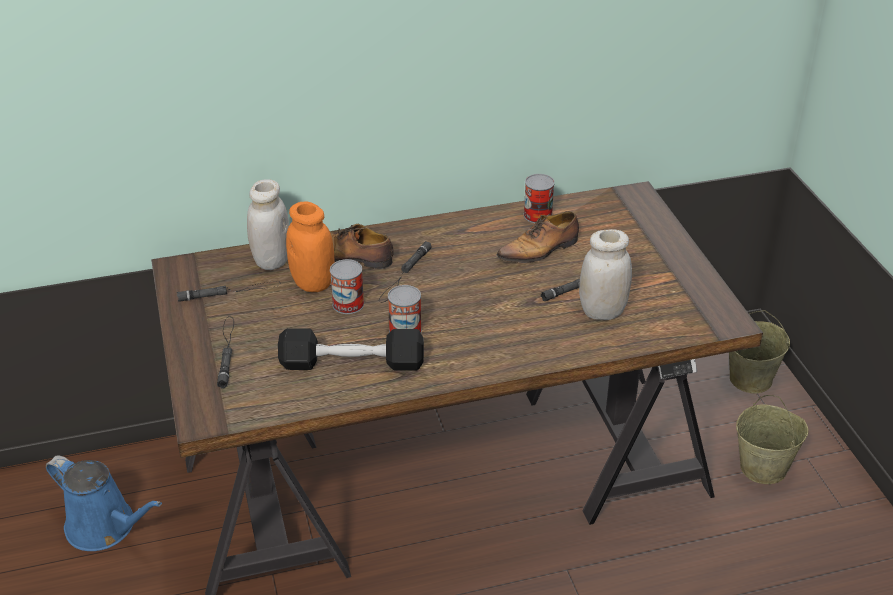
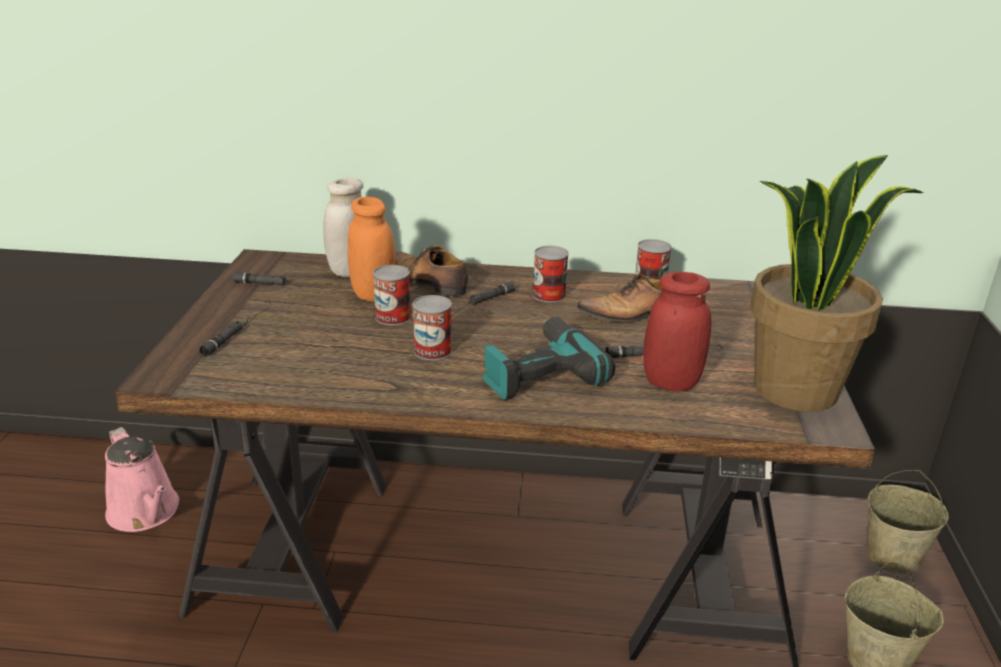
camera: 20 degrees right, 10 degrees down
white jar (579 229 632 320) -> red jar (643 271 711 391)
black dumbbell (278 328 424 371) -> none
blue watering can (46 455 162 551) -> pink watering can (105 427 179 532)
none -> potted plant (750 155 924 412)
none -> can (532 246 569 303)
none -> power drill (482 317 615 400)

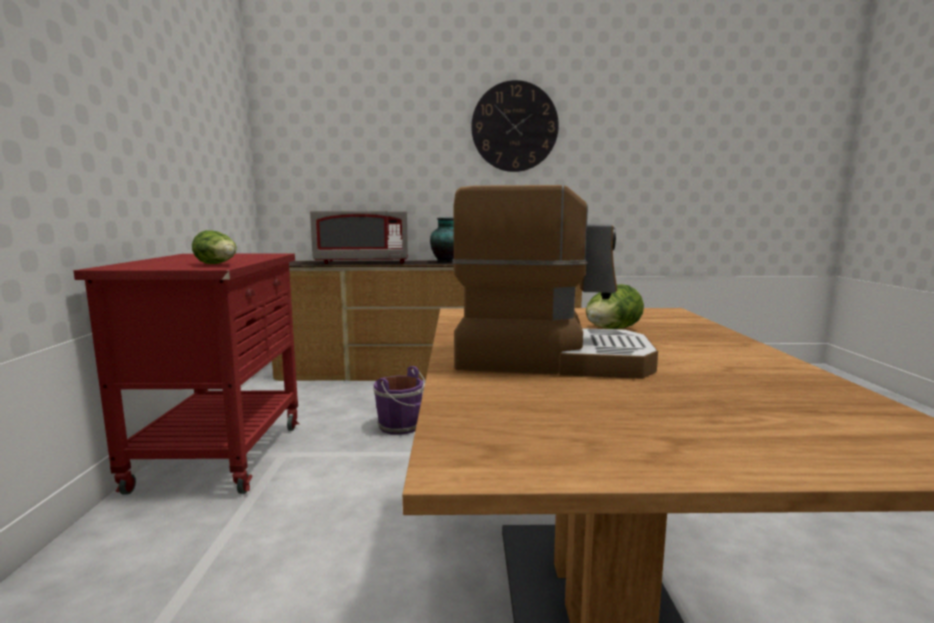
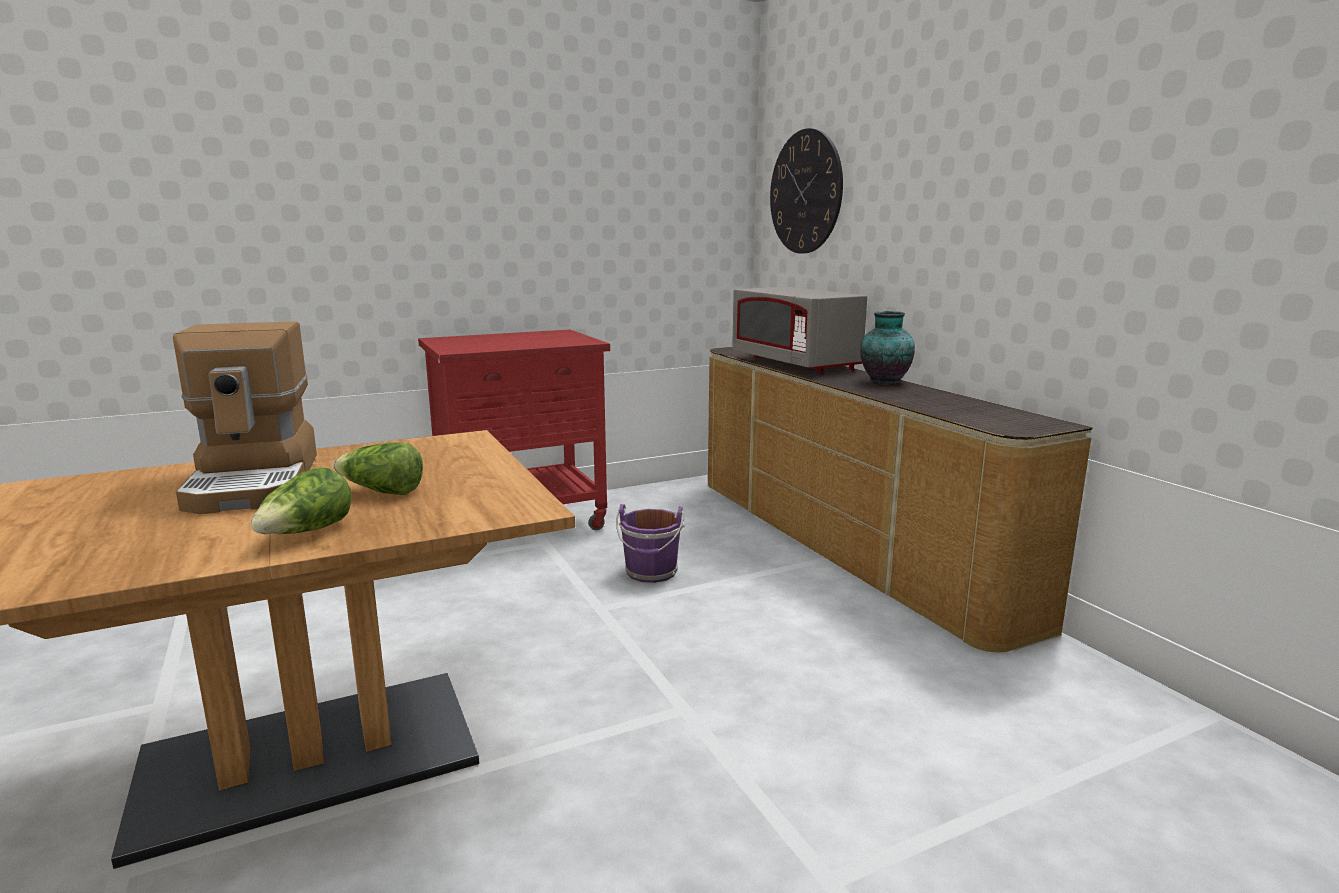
camera: 65 degrees right, 5 degrees up
wall clock (471 80 559 172) -> wall clock (770 128 843 254), move
lettuce (192 230 237 264) -> lettuce (251 467 352 534), move

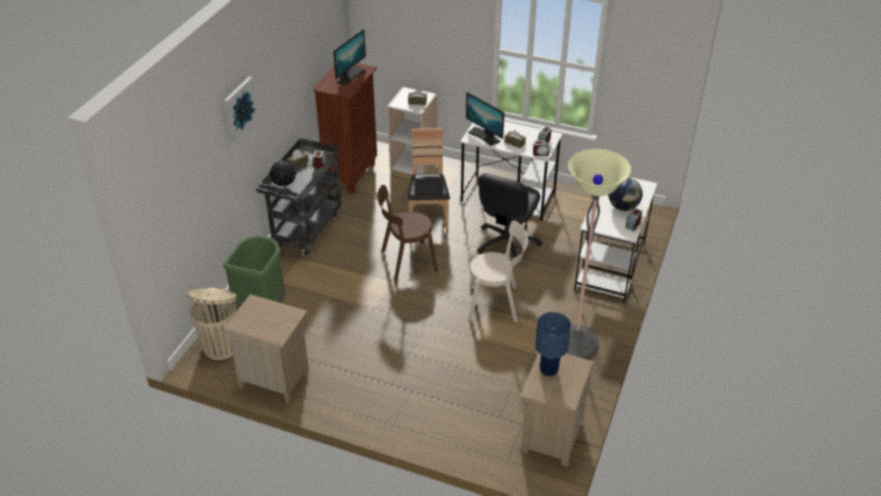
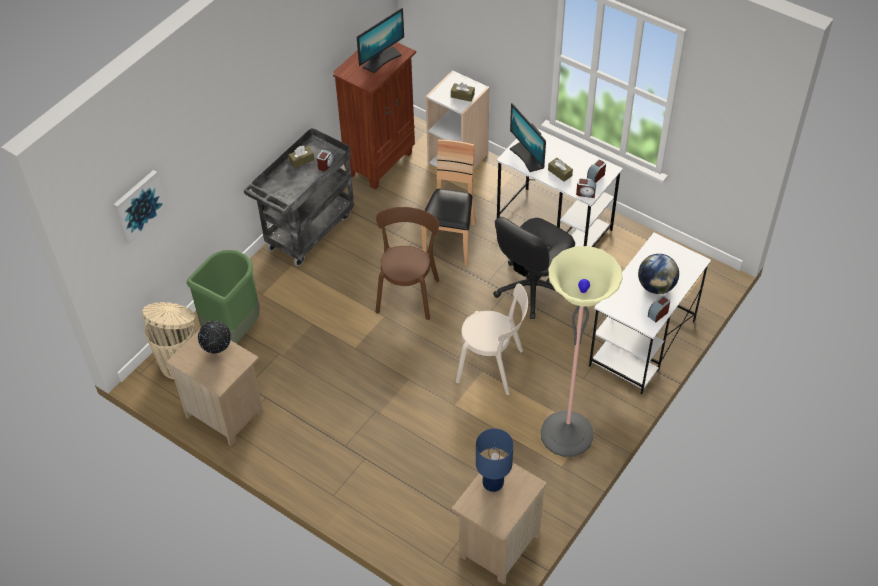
camera: 15 degrees right, 10 degrees up
picture (224 76 258 142) -> picture (113 170 168 245), move
globe (270 161 296 187) -> globe (198 321 231 354), move
brown chair (377 185 438 282) -> brown chair (376 207 439 320), 105 degrees clockwise

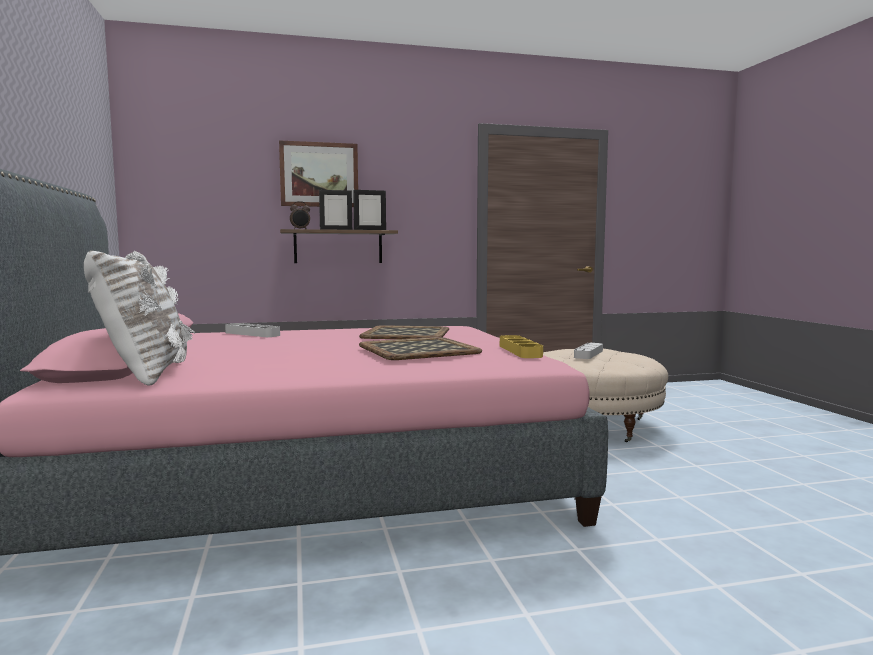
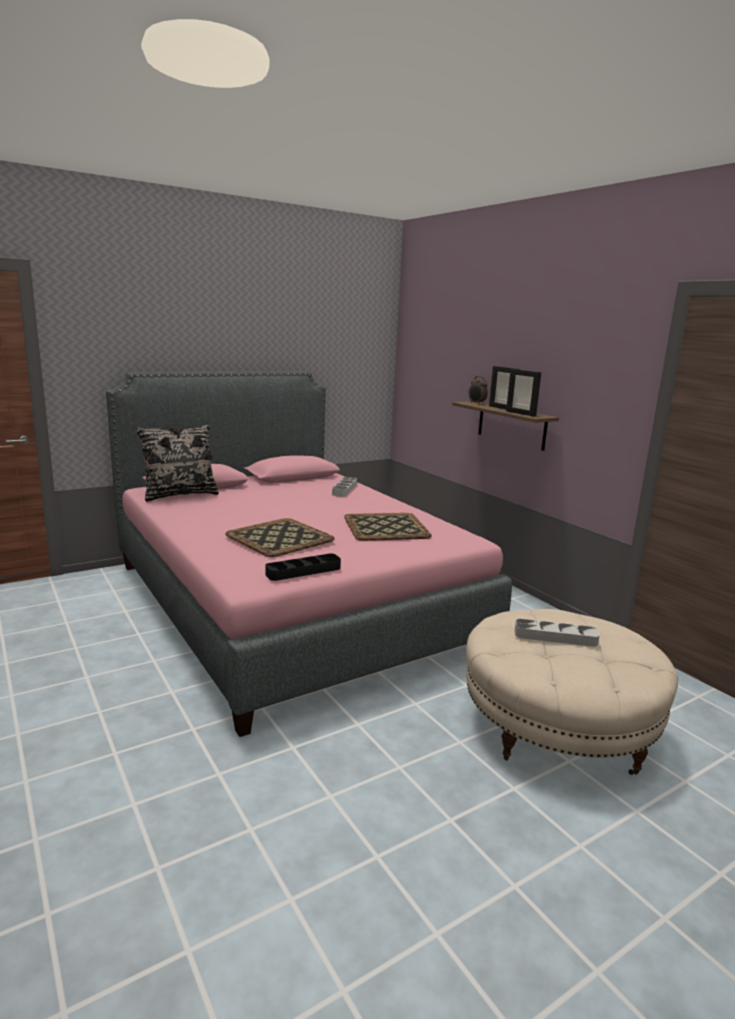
camera: 70 degrees right, 10 degrees up
picture (279 140 358 207) -> none
white pillow (84 251 196 386) -> black pillow (136 424 219 502)
yellow tray (500 335 543 358) -> black tray (265 554 341 581)

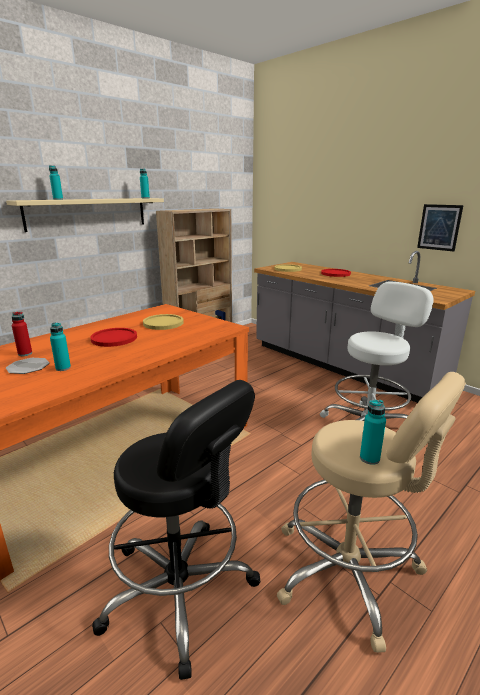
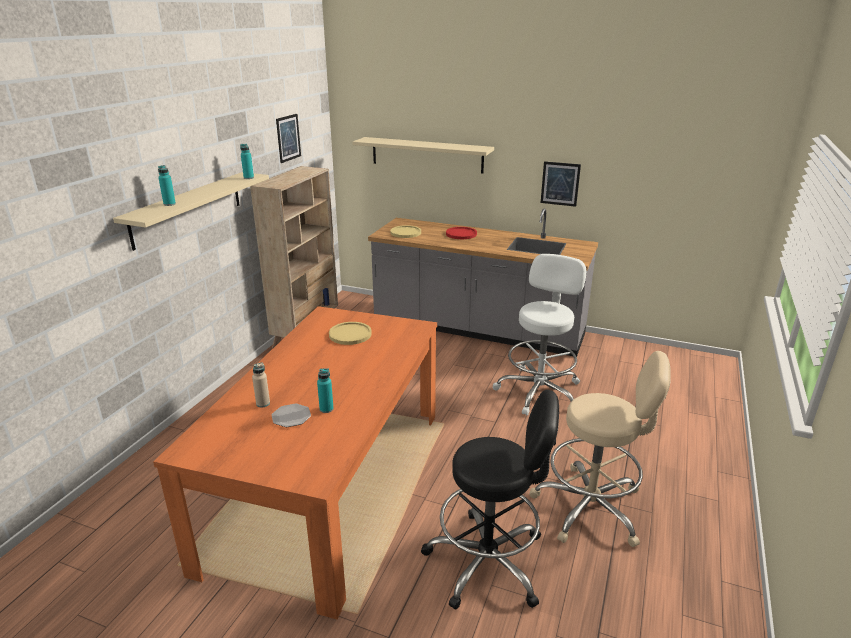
camera: 25 degrees left, 5 degrees up
red bottle (12 312 32 356) -> beige bottle (252 362 270 407)
red plate (90 328 137 347) -> none
turquoise bottle (360 400 386 465) -> none
none -> picture (276 114 301 163)
none -> beige shelf (352 137 494 173)

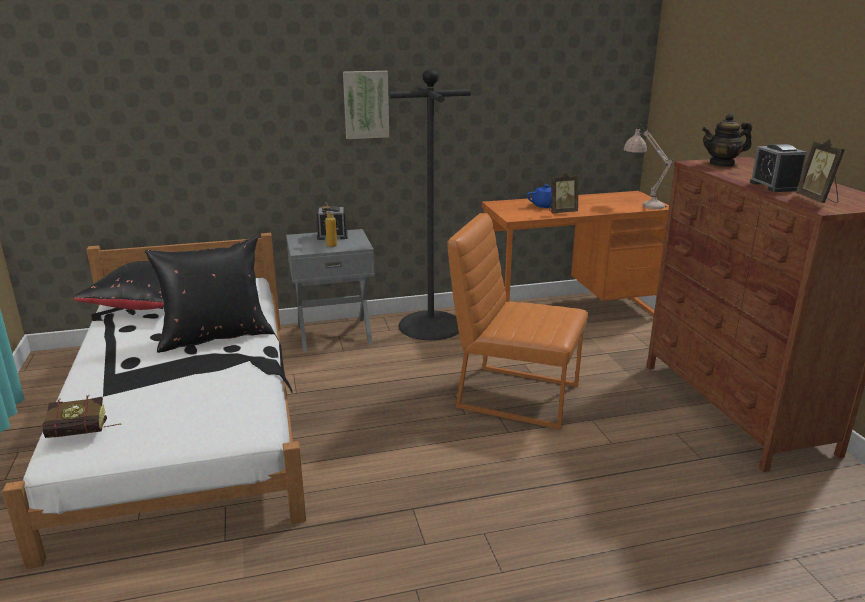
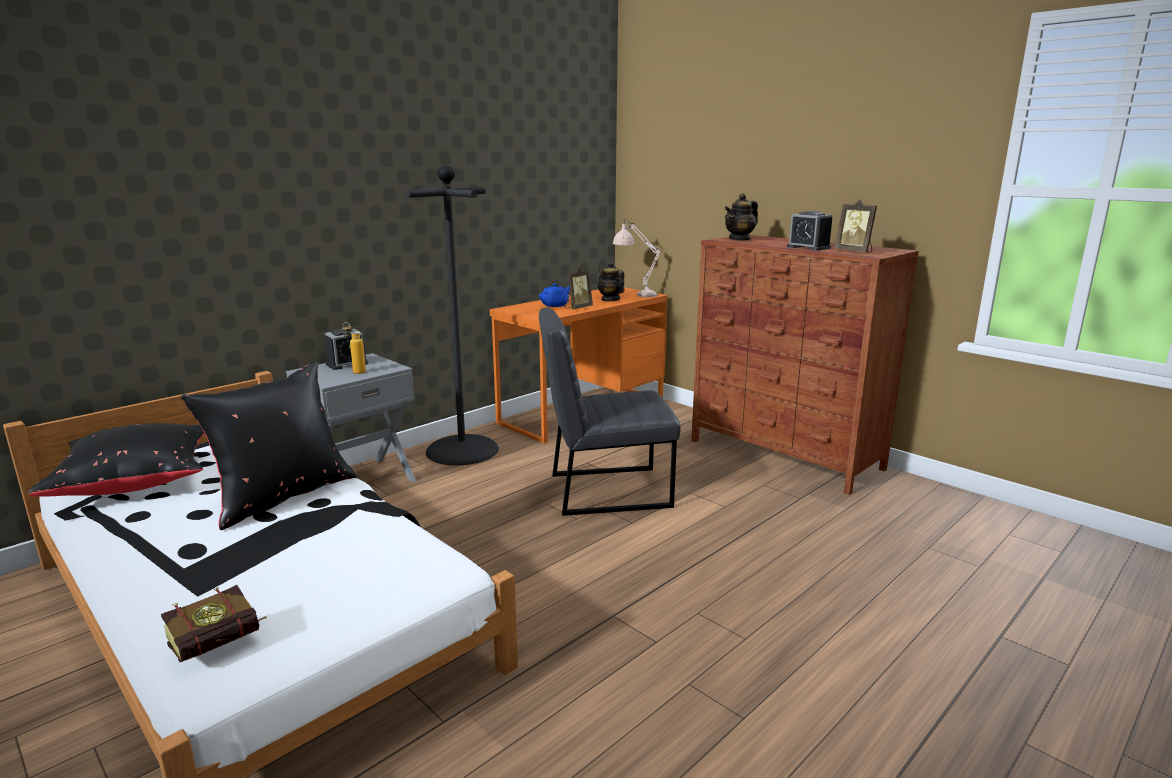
camera: 30 degrees left, 5 degrees down
picture (343 71 389 139) -> none
orange chair (447 213 588 430) -> grey chair (539 307 681 516)
none -> teapot (598 261 625 301)

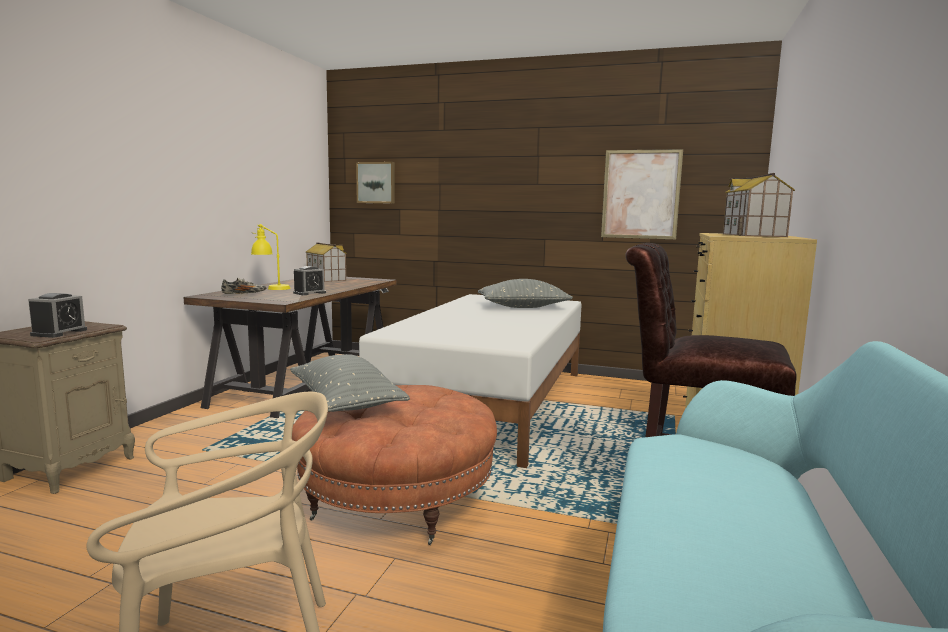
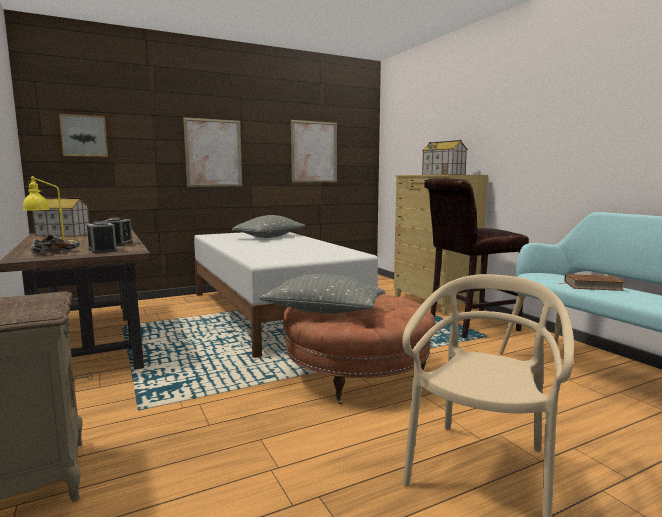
camera: 45 degrees left, 0 degrees up
alarm clock (28 293 87 338) -> alarm clock (87 221 117 254), move
none -> picture (183 117 242 187)
none -> brown book (559 274 626 291)

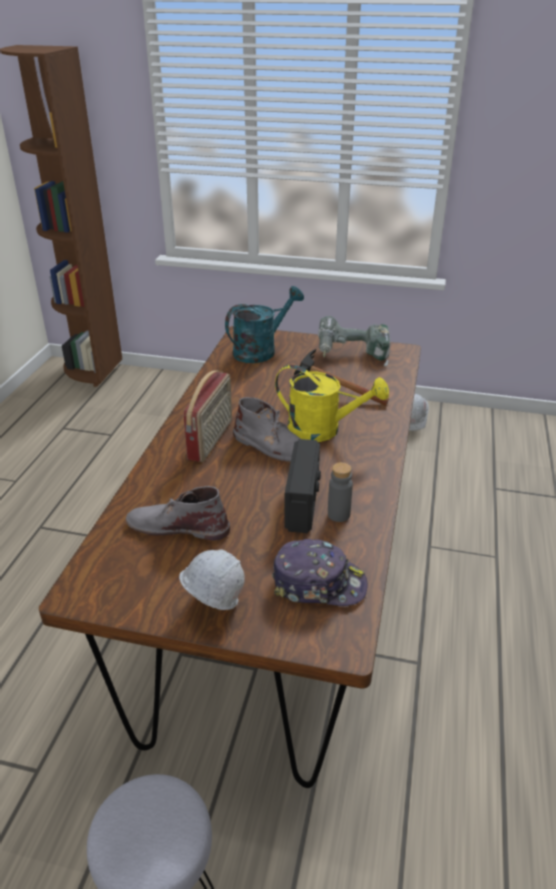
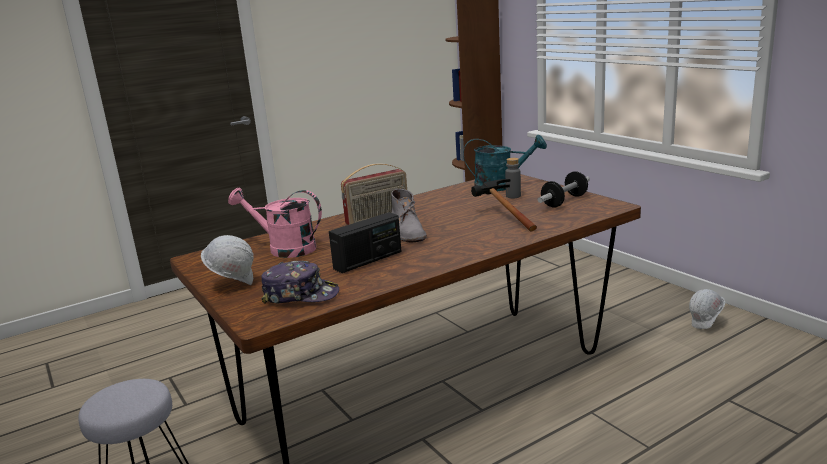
camera: 45 degrees right, 15 degrees down
power drill (318 316 390 367) -> dumbbell (538 171 590 207)
yellow watering can (275 365 389 442) -> none
grey bottle (328 462 353 522) -> grey bottle (505 158 521 198), move
grey boot (126 486 230 541) -> pink watering can (228 188 322 258)
cap (272 539 368 606) -> cap (261 261 339 304), 45 degrees counterclockwise

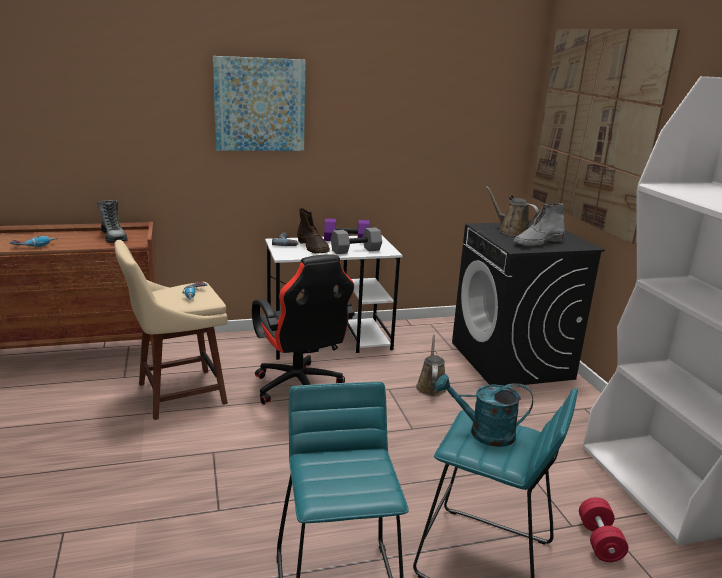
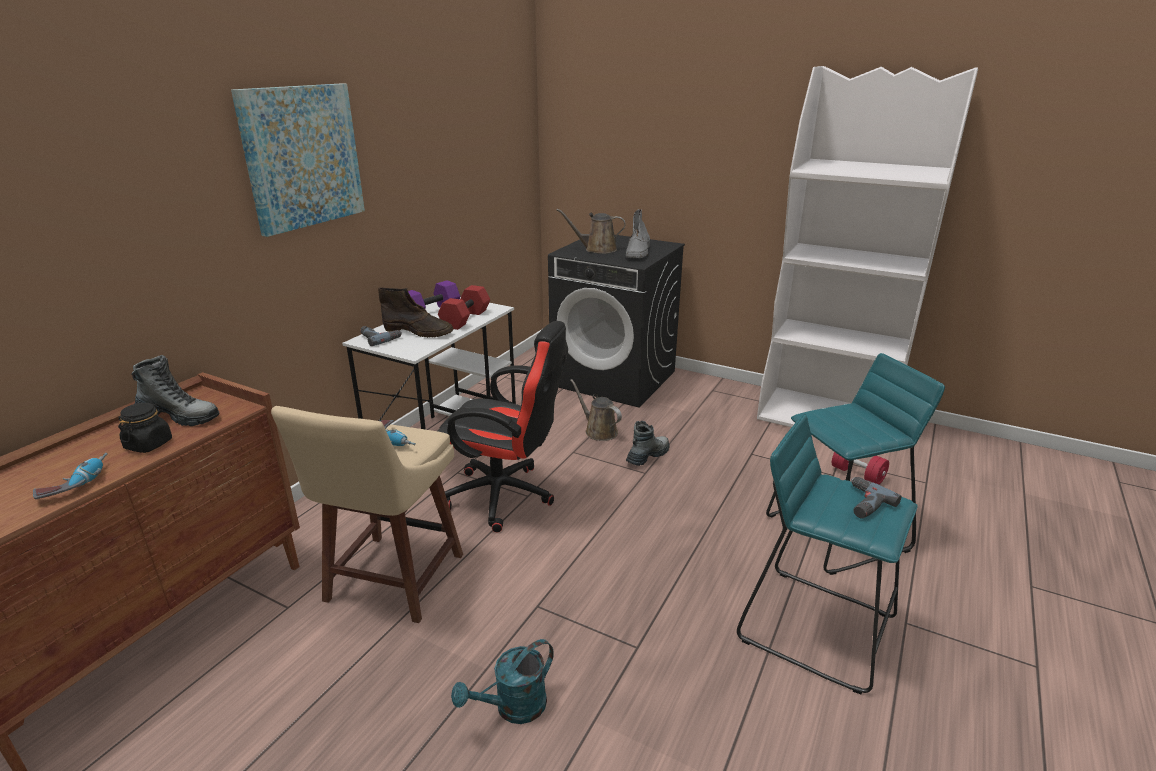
camera: 45 degrees left, 5 degrees up
picture (532 29 680 244) -> none
grey dumbbell (331 227 382 254) -> red dumbbell (438 285 490 330)
turquoise watering can (435 374 533 447) -> turquoise watering can (451 639 554 724), move
none -> black jar (118 402 172 453)
none -> boot (626 421 670 466)
none -> power drill (851 477 902 519)

